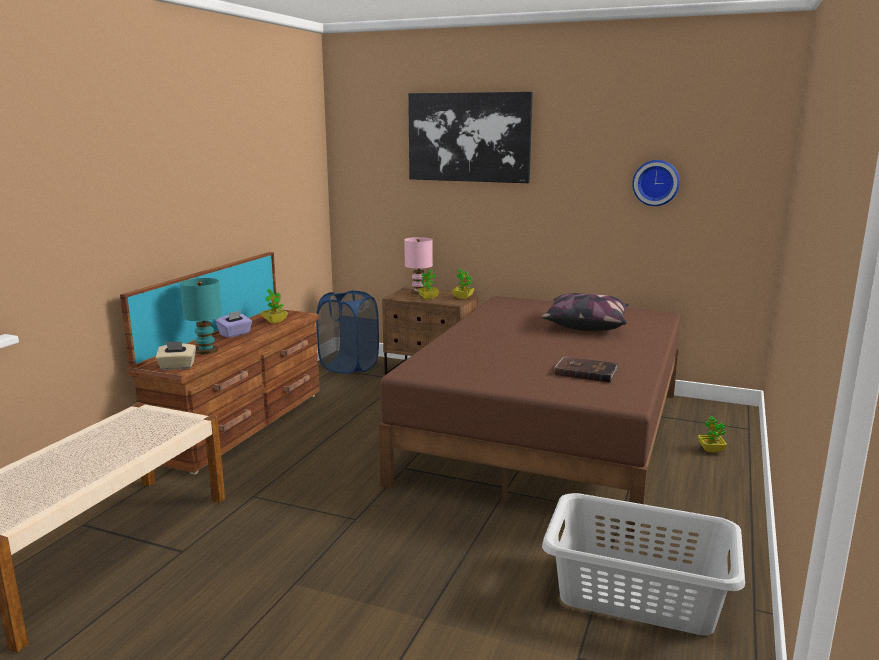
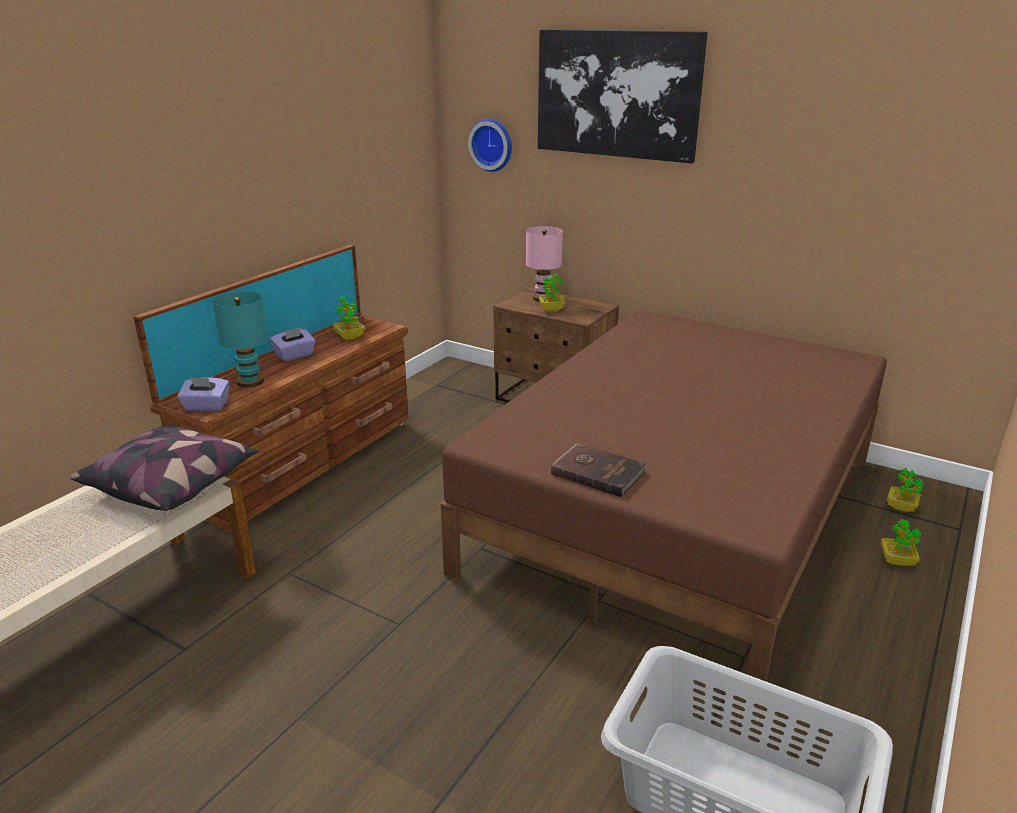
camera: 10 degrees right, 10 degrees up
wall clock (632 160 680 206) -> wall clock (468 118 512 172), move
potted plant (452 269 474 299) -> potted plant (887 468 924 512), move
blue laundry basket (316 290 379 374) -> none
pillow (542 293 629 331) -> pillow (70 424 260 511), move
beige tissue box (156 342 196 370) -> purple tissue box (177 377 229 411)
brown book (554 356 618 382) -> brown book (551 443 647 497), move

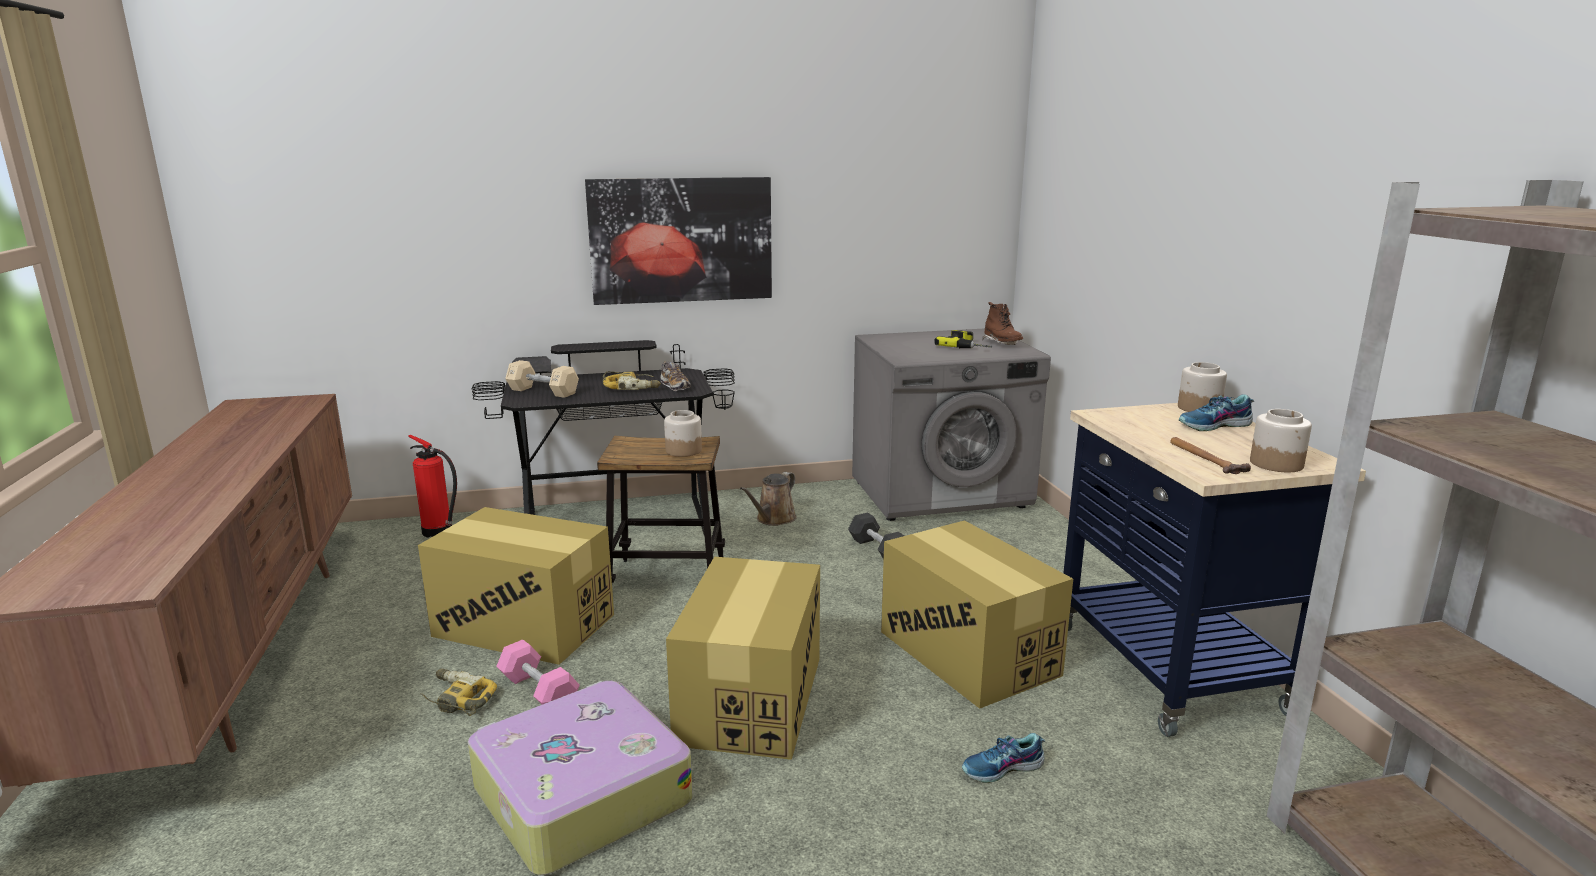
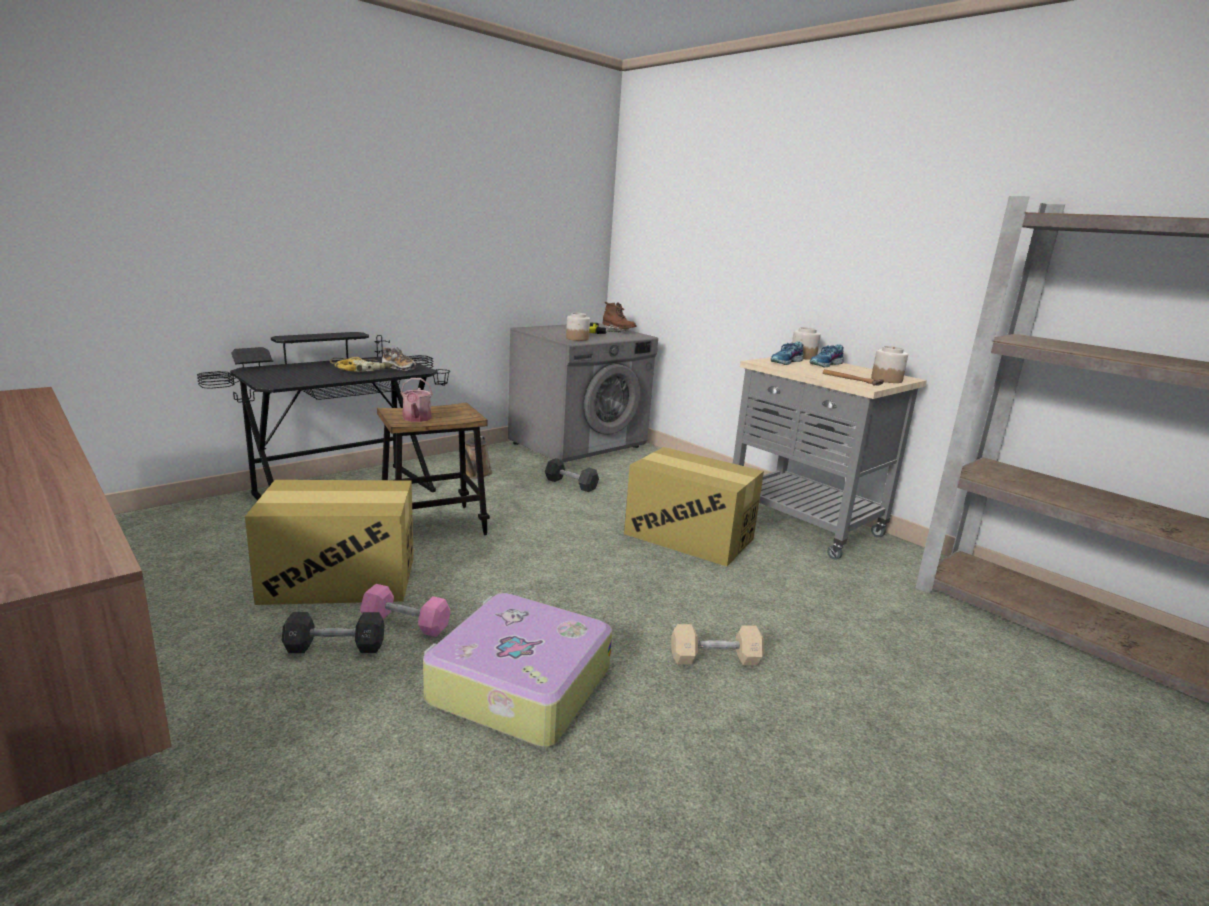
camera: 30 degrees left, 0 degrees up
picture (585 177 772 305) -> none
beige dumbbell (505 360 579 398) -> beige dumbbell (671 624 764 665), move
blue cart (1064 403 1366 737) -> grey cart (733 357 927 560)
jar (664 410 702 457) -> jar (566 313 590 341), move
fire extinguisher (408 435 457 538) -> none
cardboard box (666 557 820 760) -> none
power drill (420 669 497 716) -> black dumbbell (282 612 384 654)
shoe (962 733 1045 783) -> shoe (770 341 803 365), move
none -> watering can (400 378 433 422)

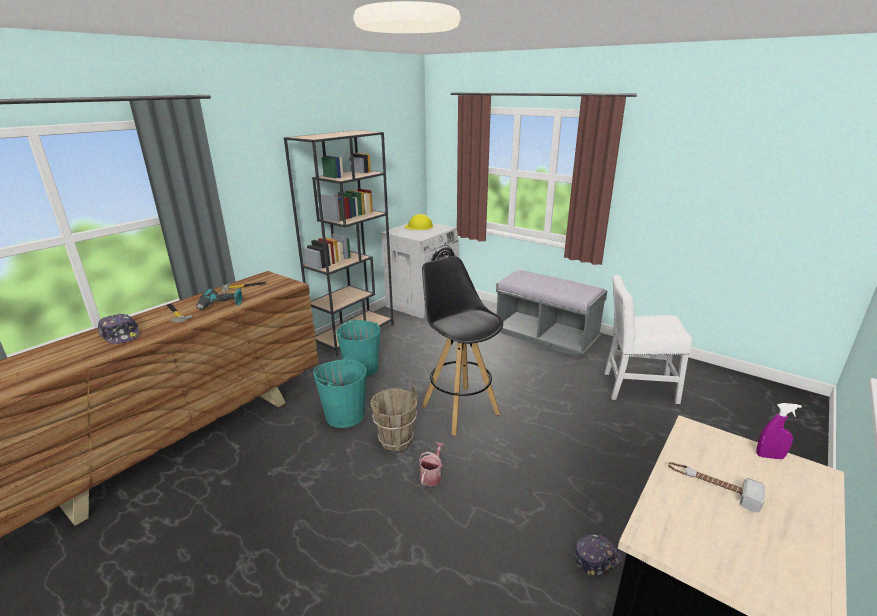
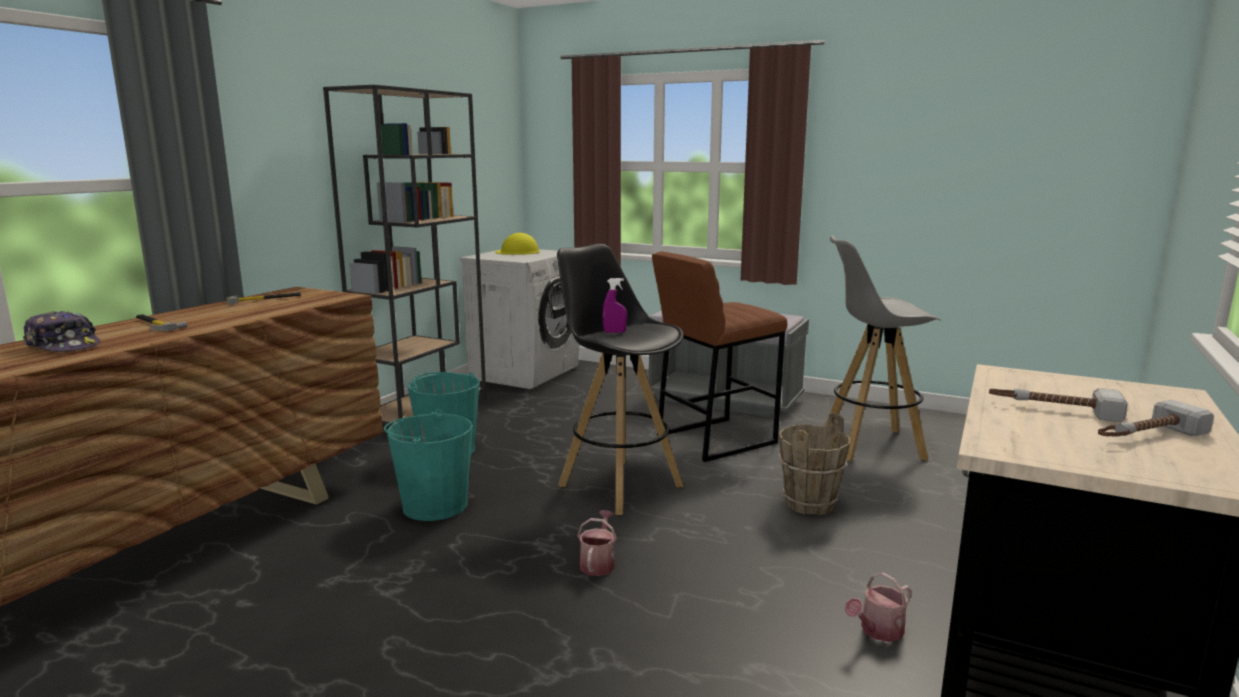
camera: 10 degrees left, 10 degrees down
white chair (604 275 692 404) -> grey stool (825 235 941 462)
power drill (196 288 243 310) -> none
brown bucket (370 385 417 451) -> brown bucket (778 413 850 515), move
purple spray bottle (756 403 802 459) -> purple spray bottle (603 278 627 333), move
cap (574 534 622 576) -> watering can (845 573 911 642)
none -> brown stool (652 251 787 462)
none -> hammer (1098 400 1214 436)

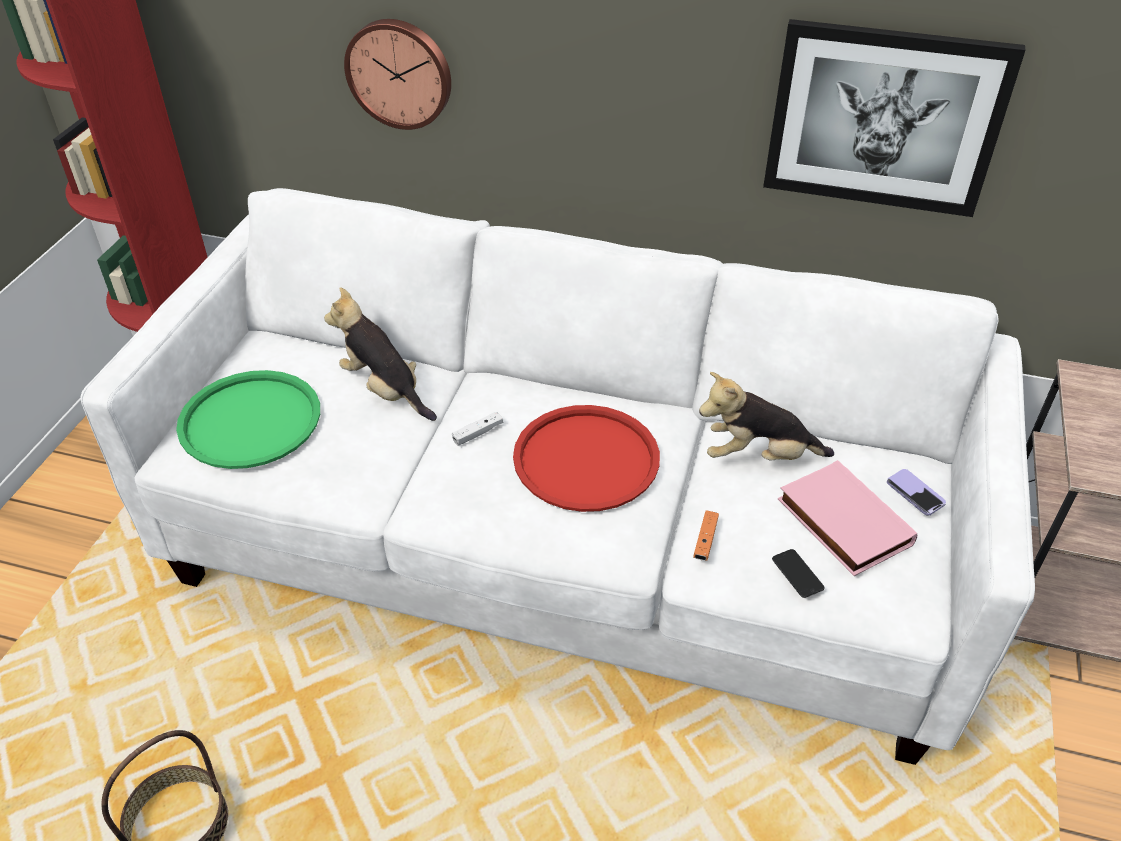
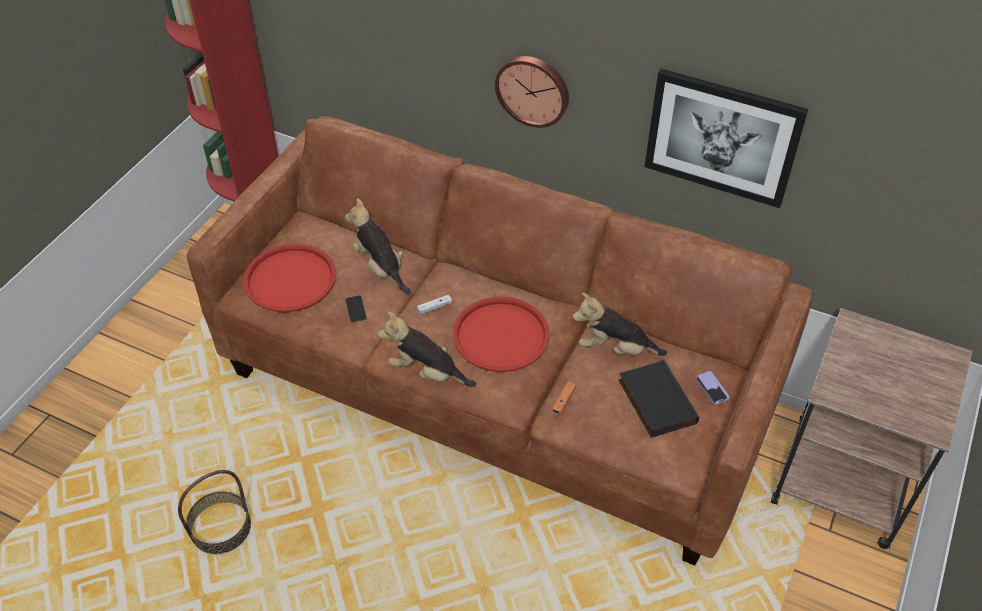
camera: 10 degrees right, 5 degrees up
wall clock (344 19 451 130) -> wall clock (495 56 569 128), move
white sofa (80 188 1035 765) -> brown sofa (187 116 812 566)
green tray (176 370 320 469) -> red tray (243 244 336 312)
pink book (778 460 917 576) -> black book (619 360 699 438)
phone (772 549 825 598) -> phone (346 296 366 322), move
none -> plush toy (378 311 476 387)

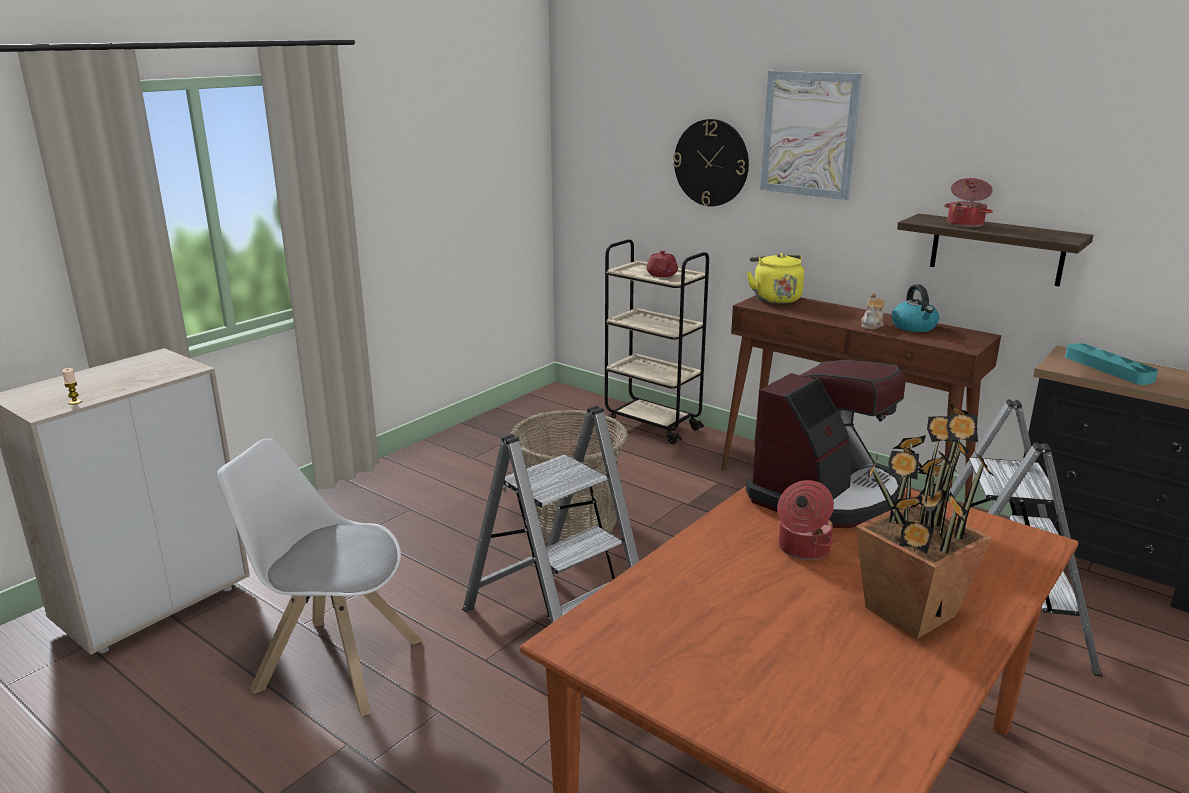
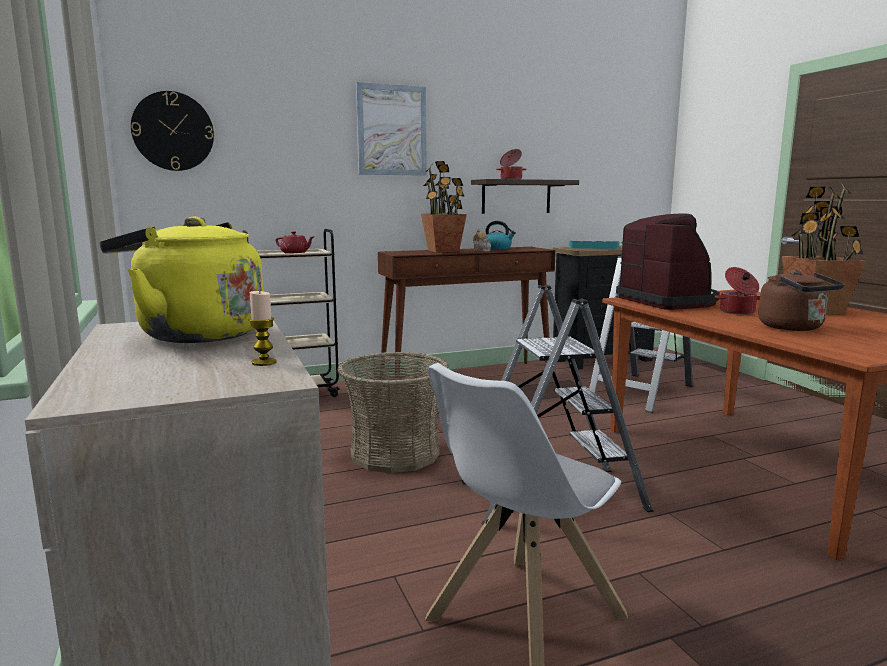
camera: 60 degrees left, 10 degrees down
wall clock (673 119 749 206) -> wall clock (131 91 214 171), move
yellow kettle (747 253 804 304) -> yellow kettle (99 216 263 343), move
none -> potted plant (421 161 467 253)
none -> brown kettle (758 270 844 331)

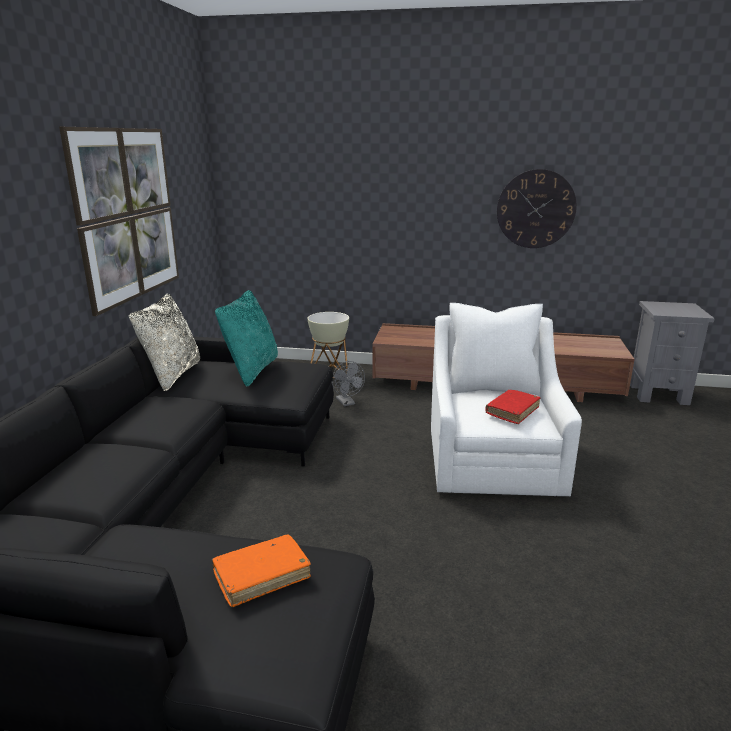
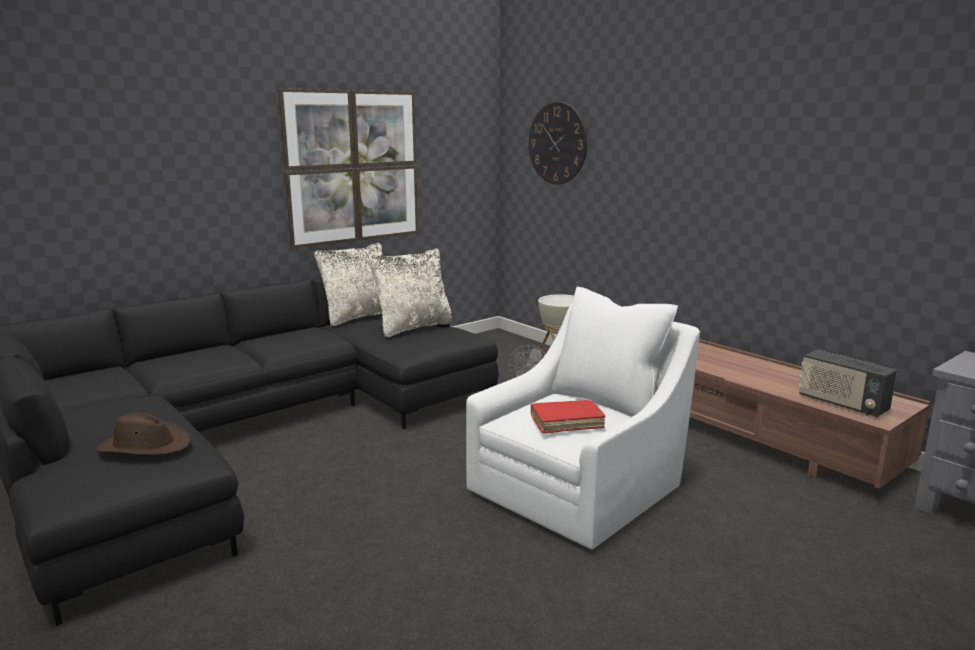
camera: 40 degrees right, 5 degrees down
wall clock (497 169 577 248) -> wall clock (529 102 587 184), move
turquoise pillow (215 290 278 387) -> beige pillow (368 249 452 337)
orange book (212 535 311 607) -> brown hat (96 412 191 456)
none -> radio (799 350 897 417)

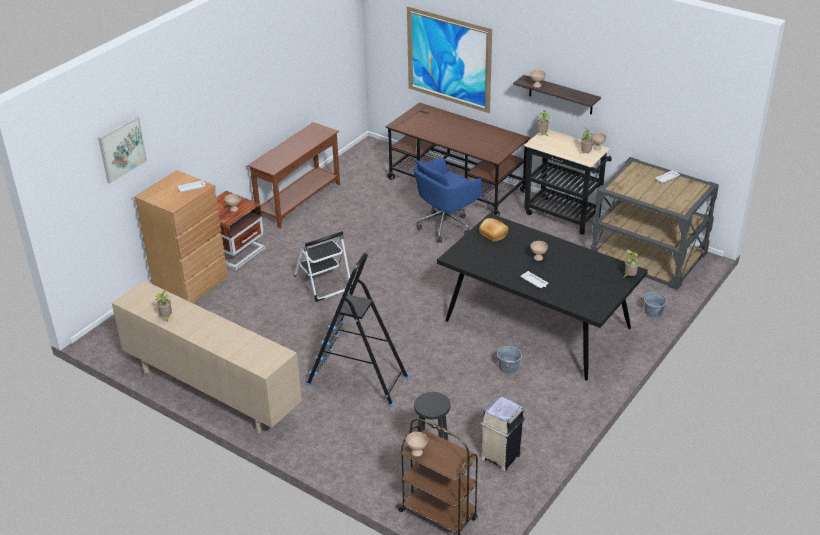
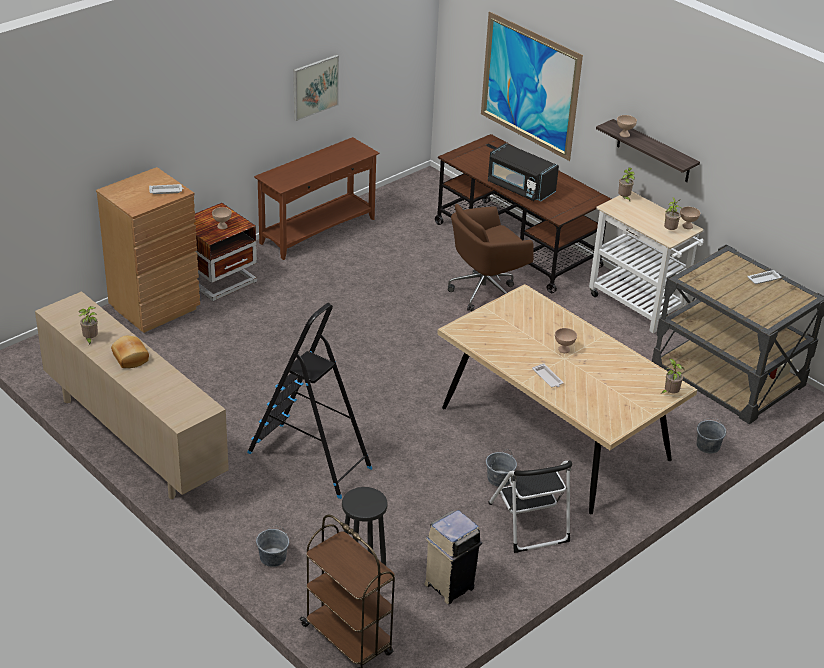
camera: 10 degrees right, 0 degrees up
picture (98 116 147 183) -> picture (294 55 339 121), move
black cart (524 129 612 235) -> white cart (589 192 704 333)
blue office chair (413 158 482 243) -> brown office chair (448 204 534 312)
black dining table (437 213 648 381) -> beige dining table (437 284 697 514)
bread (479 218 509 242) -> bread (111 336 149 368), move
step ladder (294 231 352 302) -> step ladder (488 460 572 553), move
beige bowl (406 432 428 456) -> none
none -> black microwave (488 143 559 201)
none -> grey bucket (256 526 289 567)

